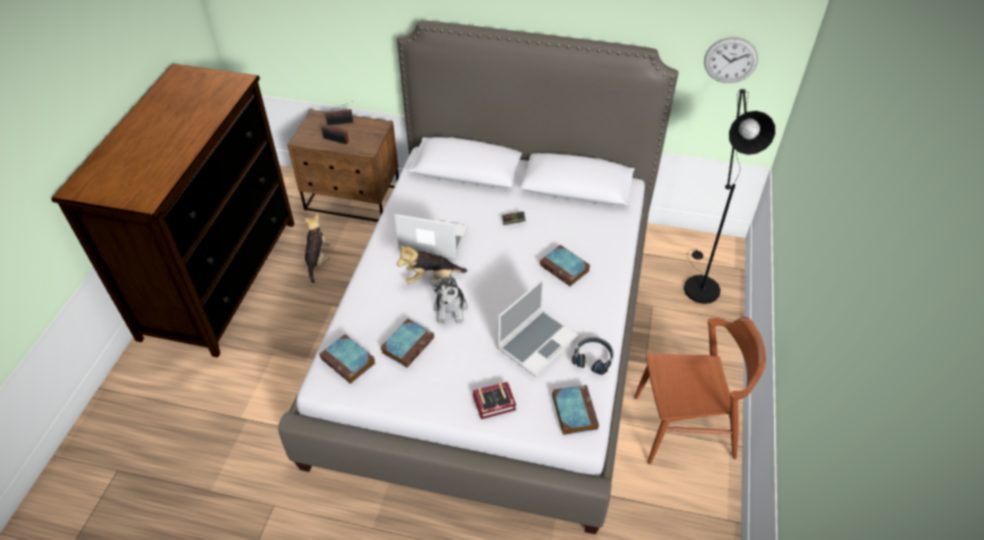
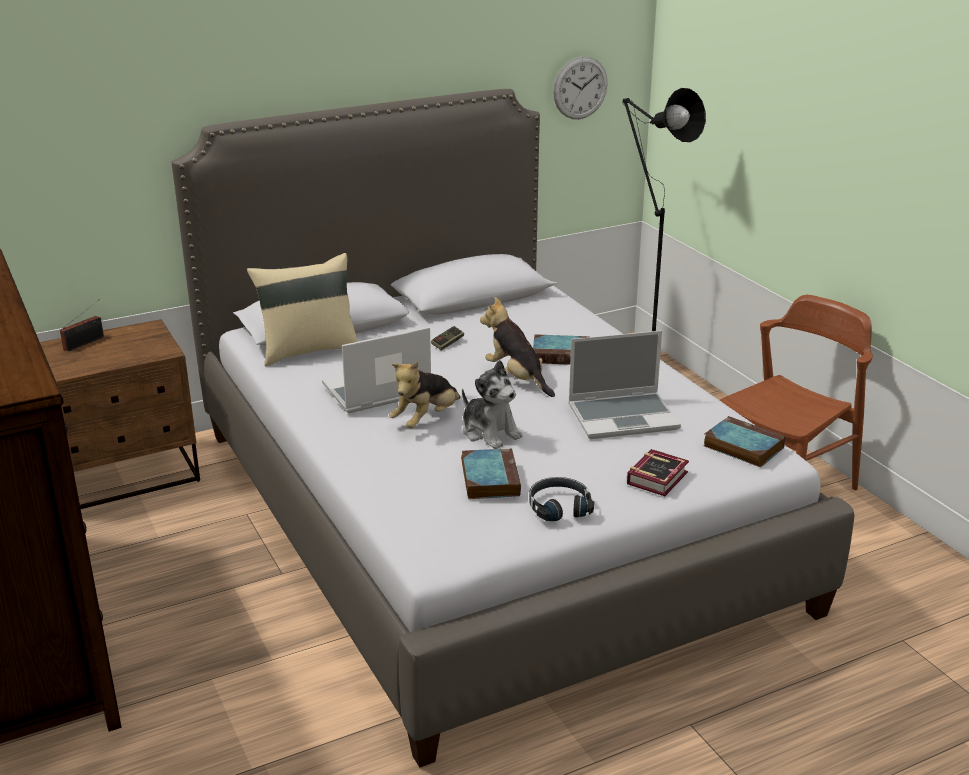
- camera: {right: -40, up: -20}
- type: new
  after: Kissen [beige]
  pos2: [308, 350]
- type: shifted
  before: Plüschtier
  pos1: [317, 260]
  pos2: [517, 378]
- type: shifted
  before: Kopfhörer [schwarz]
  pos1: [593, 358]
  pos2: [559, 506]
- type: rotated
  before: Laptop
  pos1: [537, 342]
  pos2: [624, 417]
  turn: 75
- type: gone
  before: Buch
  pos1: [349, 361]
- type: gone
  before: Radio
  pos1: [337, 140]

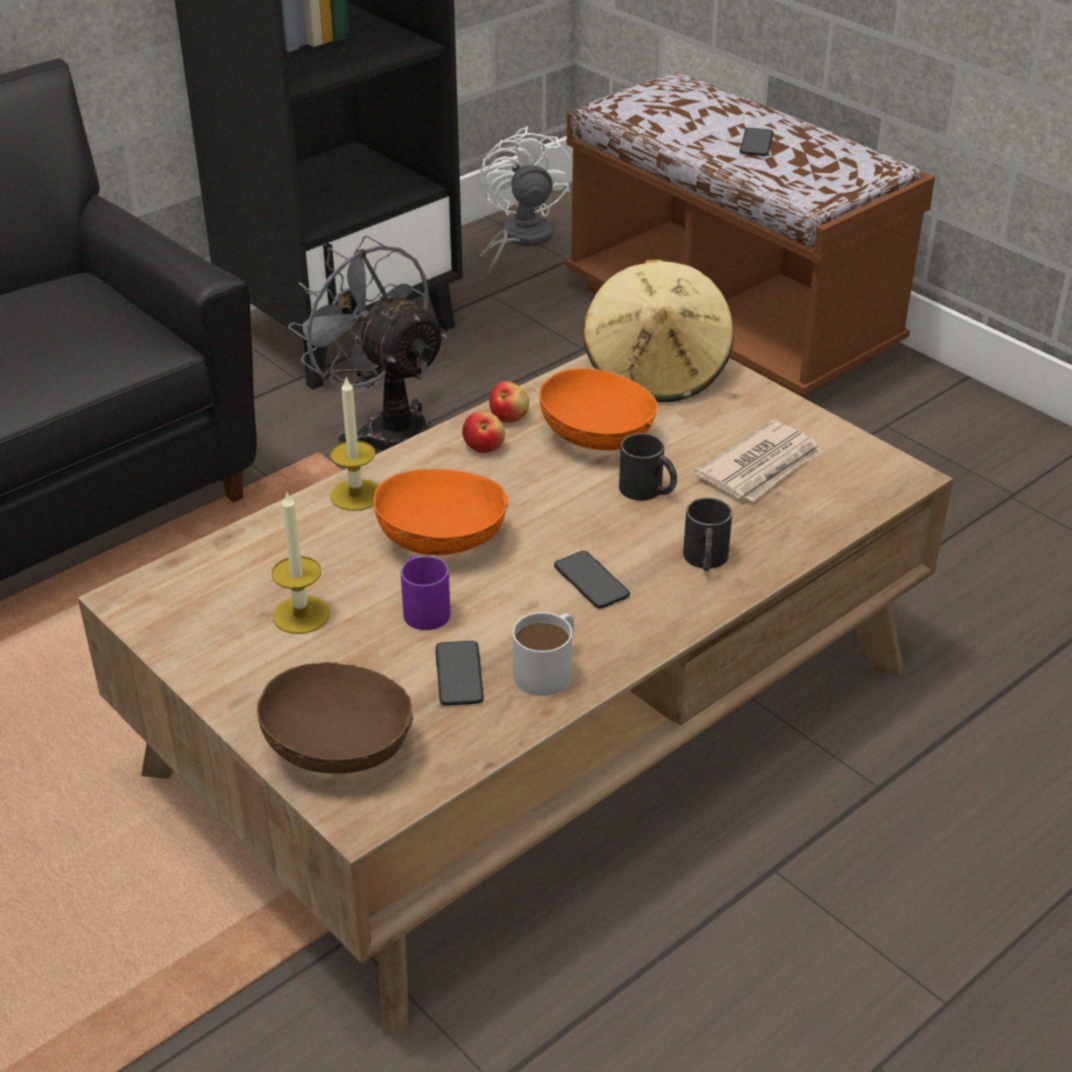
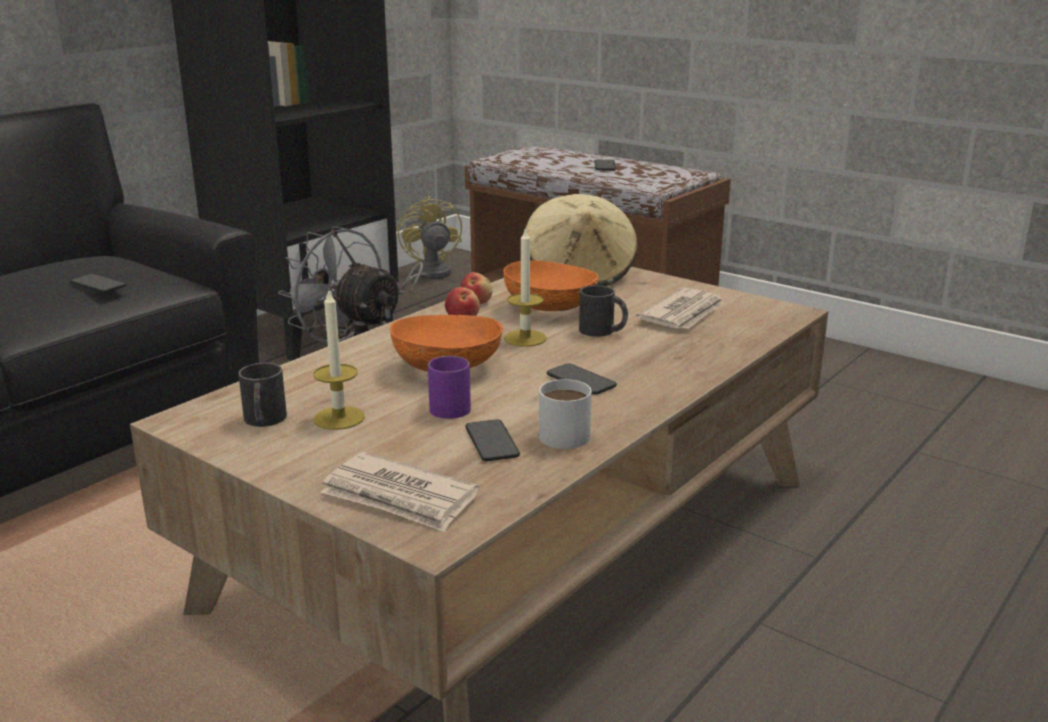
- camera: {right: -10, up: -15}
- type: new
  after: Handy
  pos2: [98, 284]
- type: shifted
  before: Henkelbecher [schwarz]
  pos1: [705, 560]
  pos2: [264, 421]
- type: swapped
  before: Schüssel [braun]
  after: Zeitung
  pos1: [340, 749]
  pos2: [399, 497]
- type: repainted
  before: Ventilator [weiß]
  after: Ventilator [gelb]
  pos1: [520, 239]
  pos2: [428, 276]
- type: shifted
  before: Kerze
  pos1: [356, 495]
  pos2: [525, 338]

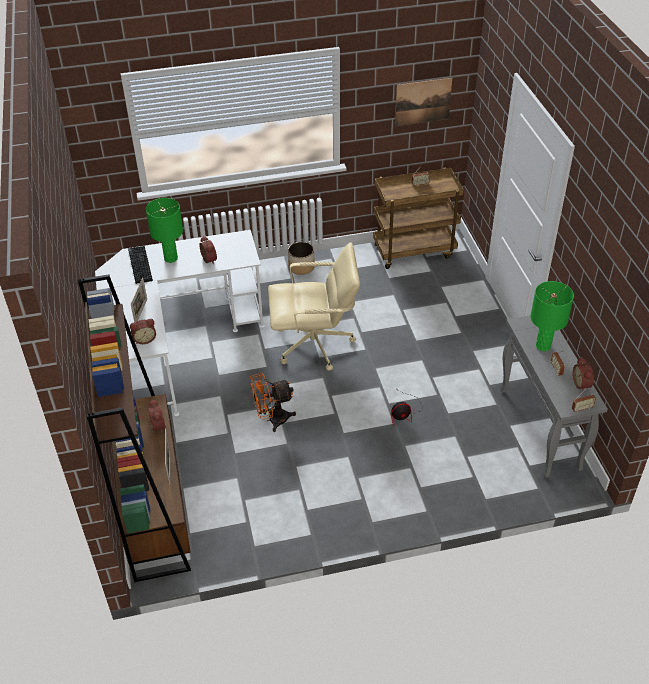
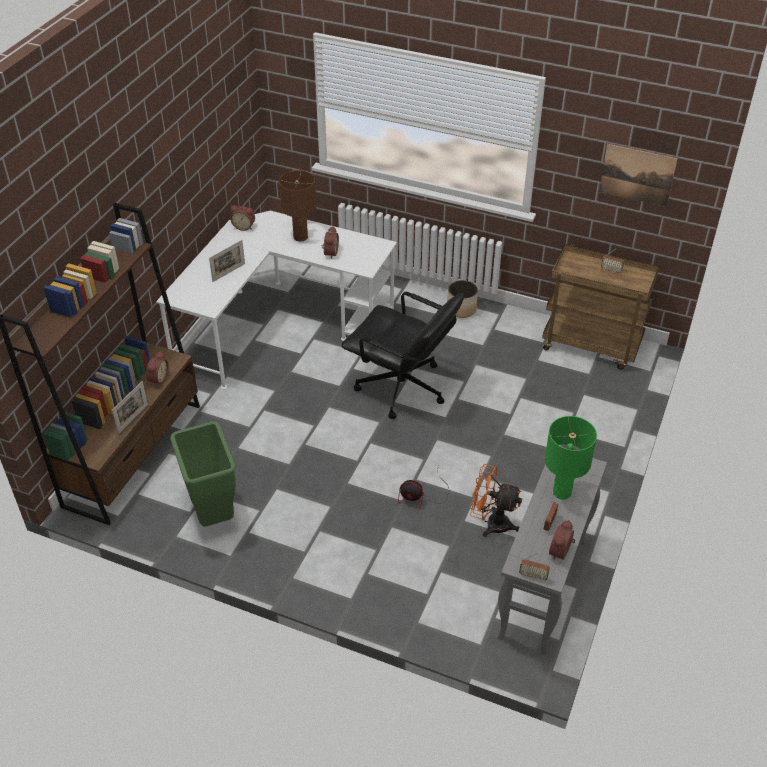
- camera: {right: 35, up: 0}
- type: new
  after: Mülleimer [grün]
  pos2: [213, 514]
- type: shifted
  before: Wecker
  pos1: [144, 339]
  pos2: [244, 226]
- type: repainted
  before: Tischlampe [grün]
  after: Tischlampe [braun]
  pos1: [171, 258]
  pos2: [301, 237]
- type: repainted
  before: Bürostuhl [beige]
  after: Bürostuhl [schwarz]
  pos1: [315, 345]
  pos2: [402, 388]
- type: shifted
  before: Ventilator [orange]
  pos1: [272, 420]
  pos2: [491, 523]
- type: gone
  before: Tastatur
  pos1: [139, 265]

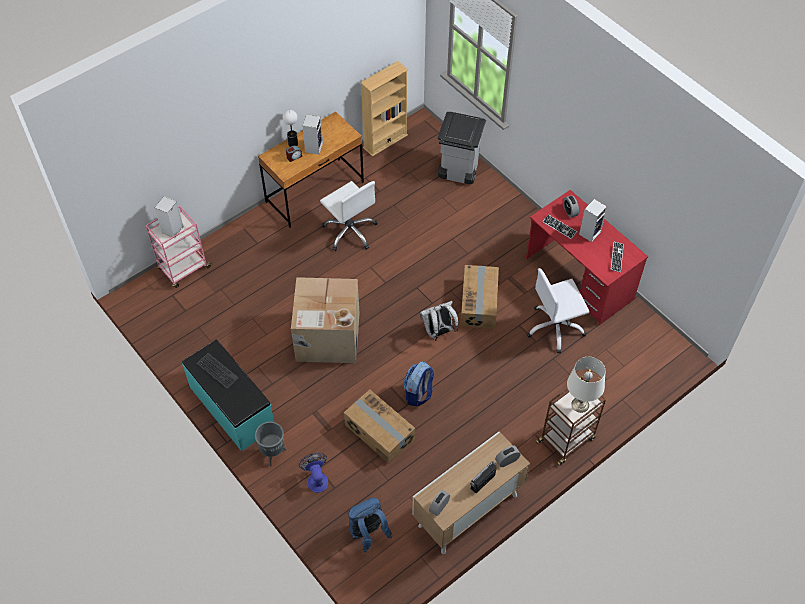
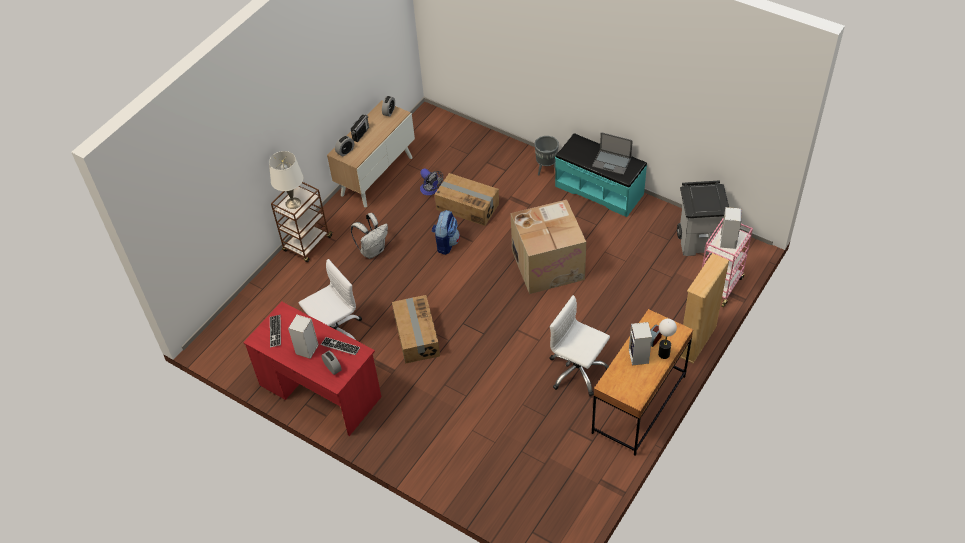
- camera: {right: 165, up: -5}
- type: shifted
  before: Rucksack [weiß]
  pos1: [438, 332]
  pos2: [373, 250]
- type: shifted
  before: Ventilator
  pos1: [316, 479]
  pos2: [430, 191]
- type: swapped
  before: Tastatur
  after: Laptop
  pos1: [217, 371]
  pos2: [612, 162]
- type: shifted
  before: Mülleimer [grau]
  pos1: [458, 172]
  pos2: [698, 242]
- type: shifted
  before: Bücherregal [beige]
  pos1: [385, 141]
  pos2: [697, 341]
- type: gone
  before: Rucksack [blau]
  pos1: [368, 533]

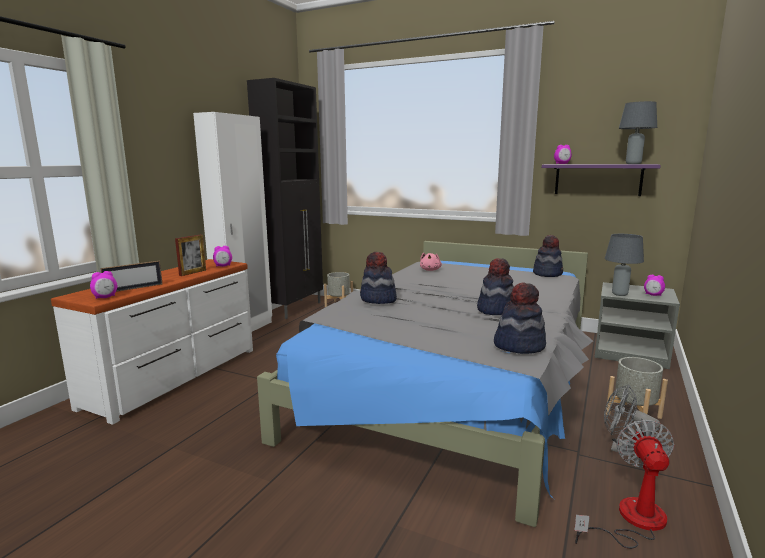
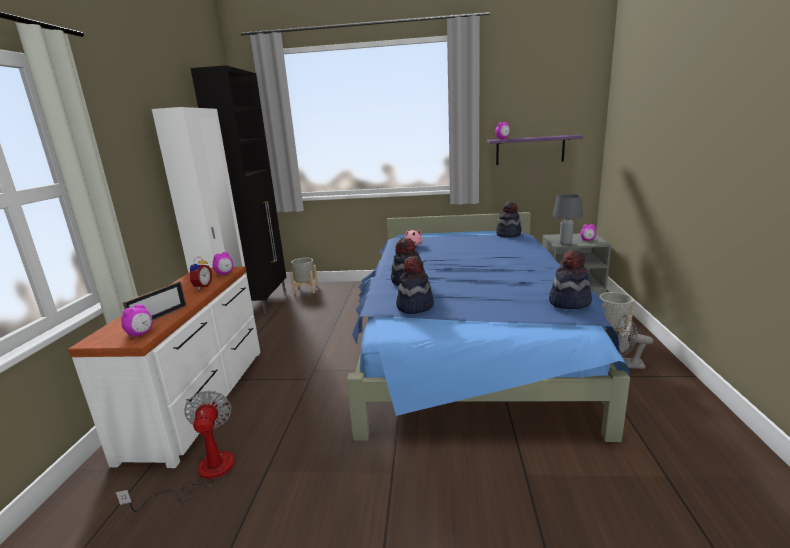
- camera: {right: -20, up: 5}
- type: shifted
  before: Ventilator
  pos1: [631, 521]
  pos2: [203, 474]
- type: swapped
  before: Bilderrahmen
  after: Wecker
  pos1: [193, 273]
  pos2: [201, 287]
- type: repainted
  before: Bett [grau]
  after: Bett [blau]
  pos1: [456, 380]
  pos2: [467, 338]
- type: shifted
  before: Hut
  pos1: [496, 310]
  pos2: [414, 306]
- type: gone
  before: Tischlampe [grau]
  pos1: [633, 164]

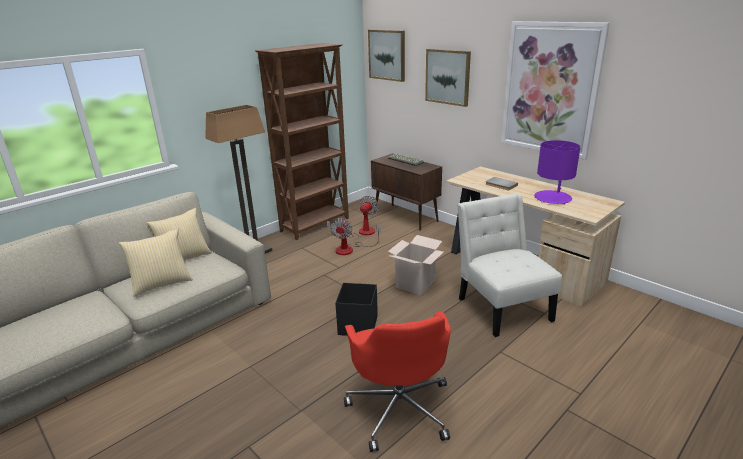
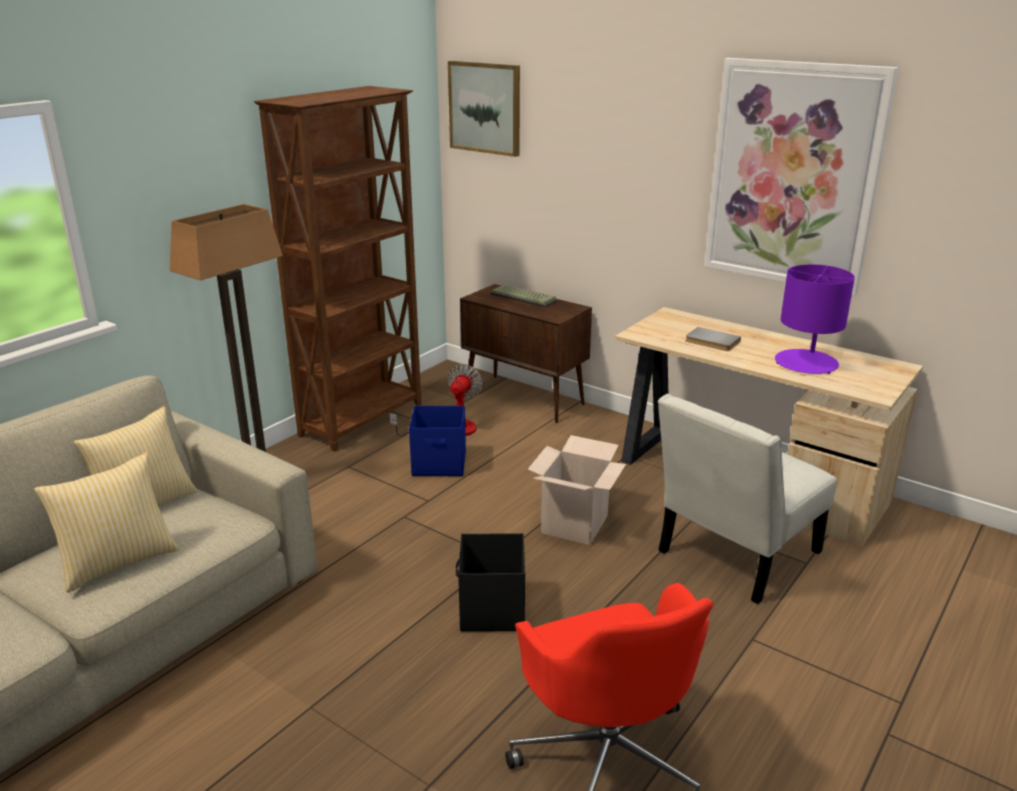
- camera: {right: -10, up: 0}
- type: swapped
  before: Ventilator
  after: Aufbewahrungsbox [blau]
  pos1: [350, 249]
  pos2: [440, 464]
- type: rotated
  before: Stuhl [weiß]
  pos1: [502, 306]
  pos2: [733, 556]
  turn: -105
- type: gone
  before: Bild
  pos1: [448, 77]

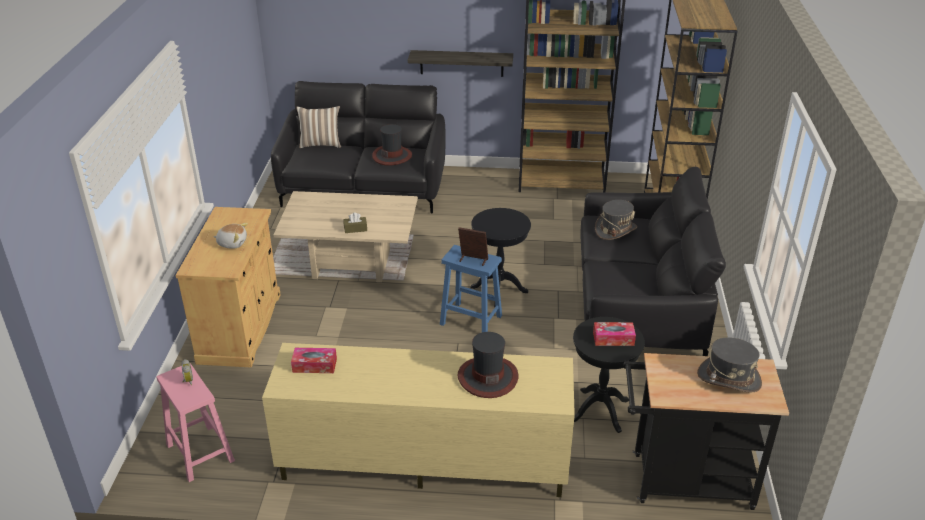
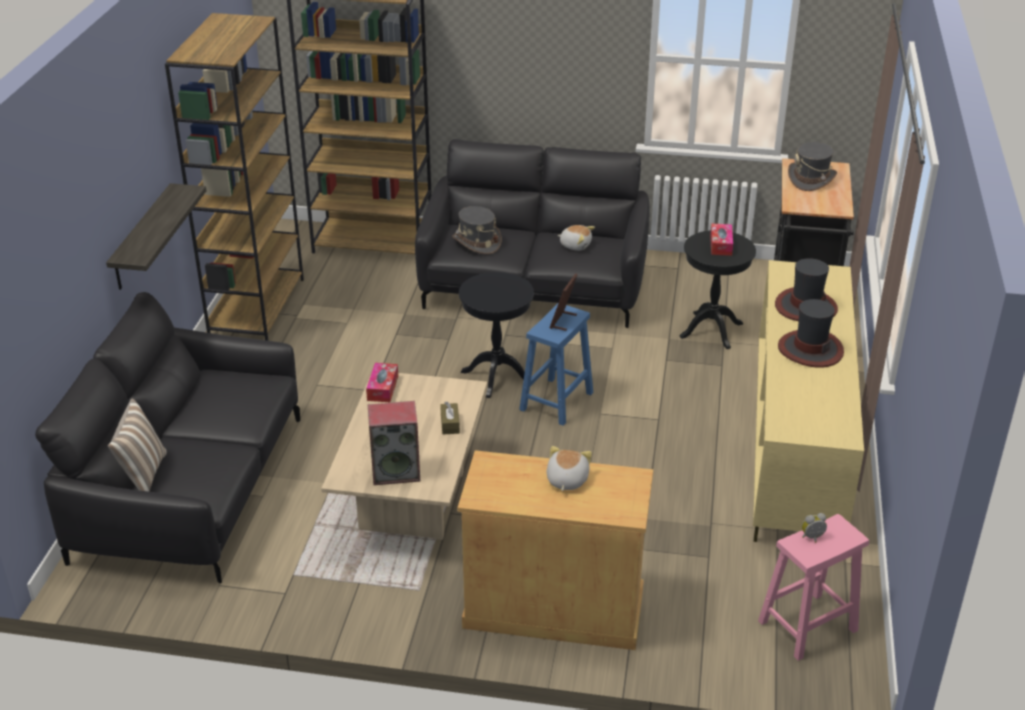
- camera: {right: -85, up: 0}
- type: shifted
  before: Taschentuchbox
  pos1: [314, 365]
  pos2: [382, 388]
- type: new
  after: Lautsprecher
  pos2: [396, 471]
- type: new
  after: Plüschtier
  pos2: [575, 245]
- type: shifted
  before: Hut
  pos1: [392, 156]
  pos2: [810, 349]

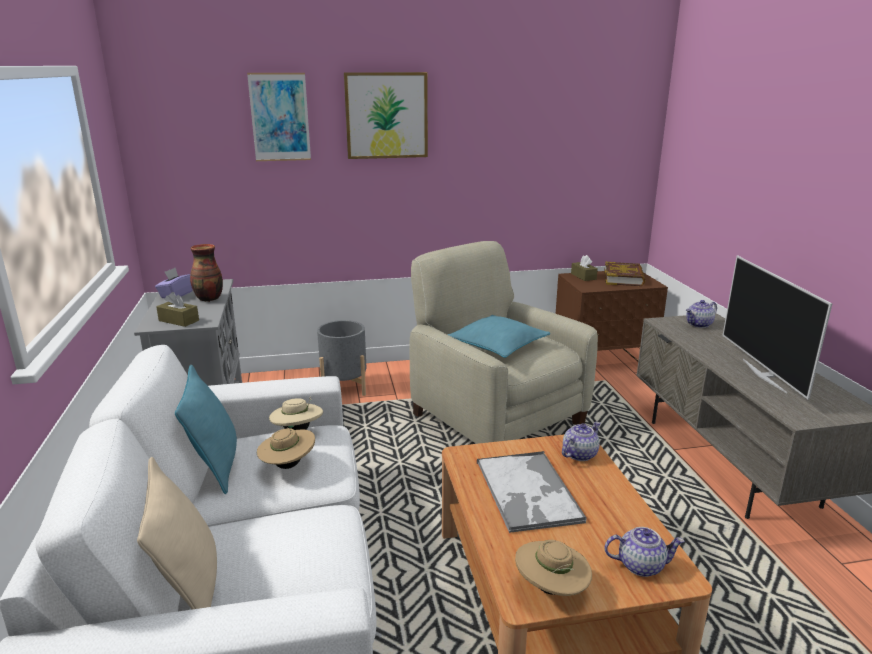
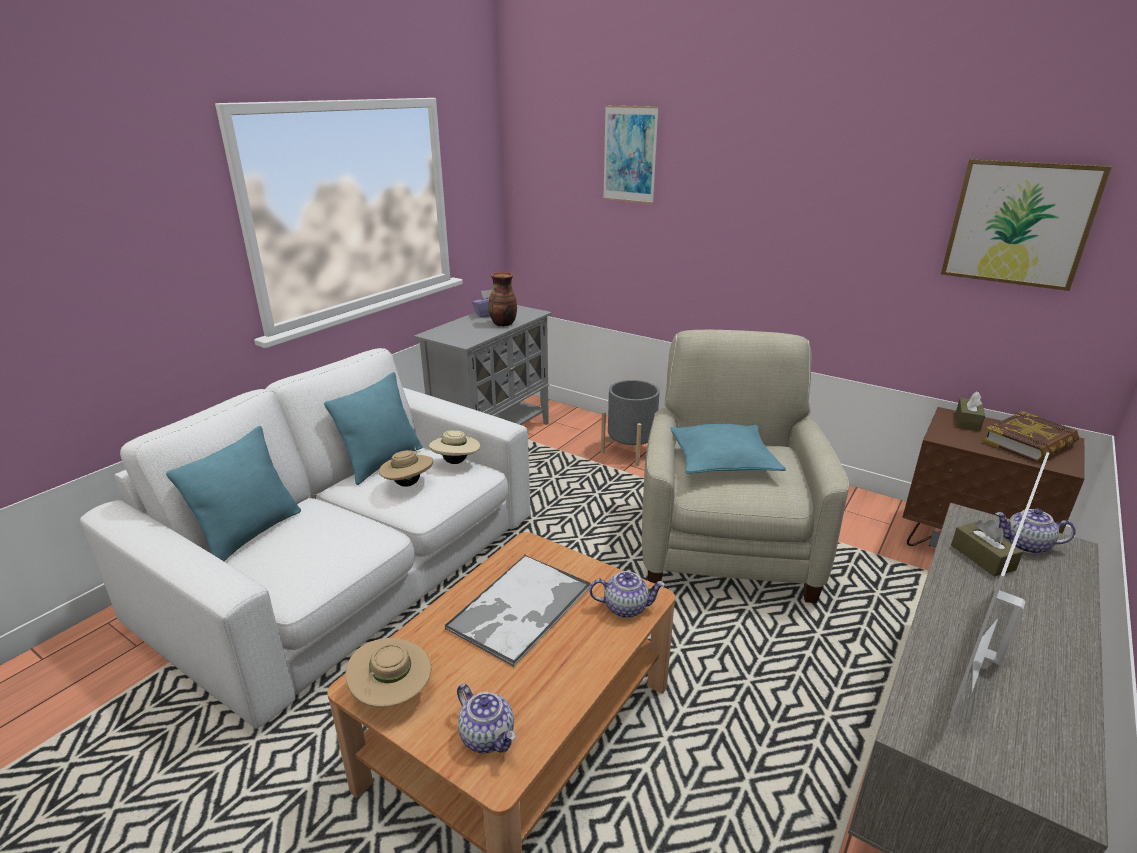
- camera: {right: 45, up: 5}
- type: repainted
  before: Kissen [beige]
  after: Kissen [türkis]
  pos1: [190, 589]
  pos2: [250, 534]
- type: shifted
  before: Bild
  pos1: [386, 115]
  pos2: [1019, 223]
- type: shifted
  before: Taschentuchbox [braun]
  pos1: [179, 320]
  pos2: [982, 557]

